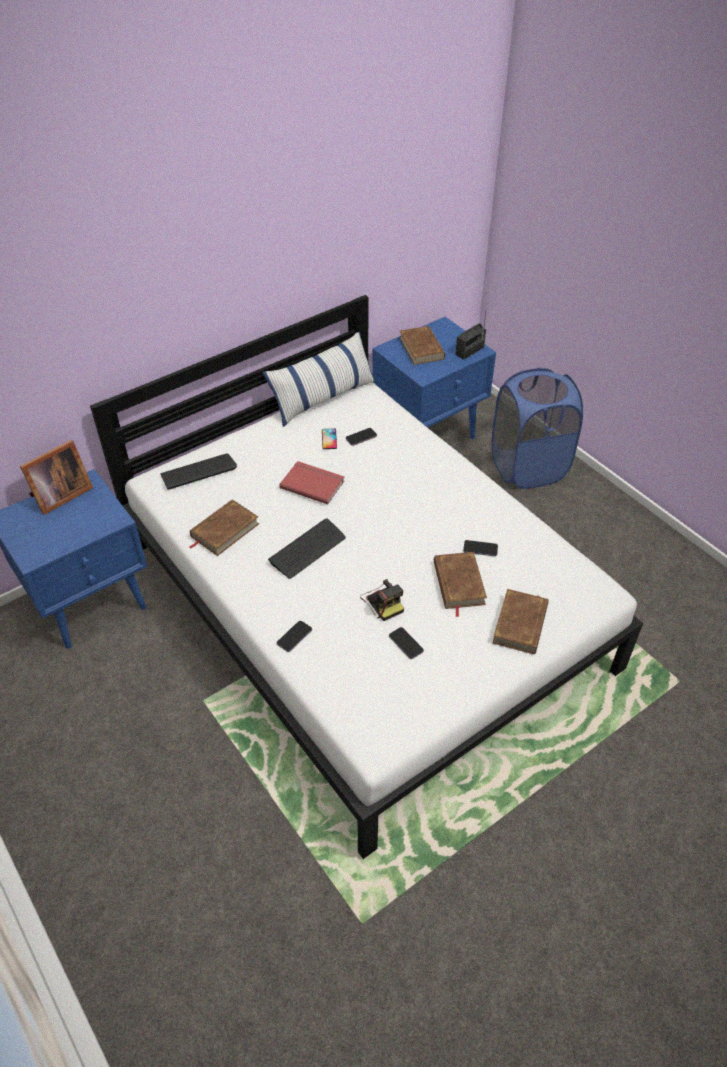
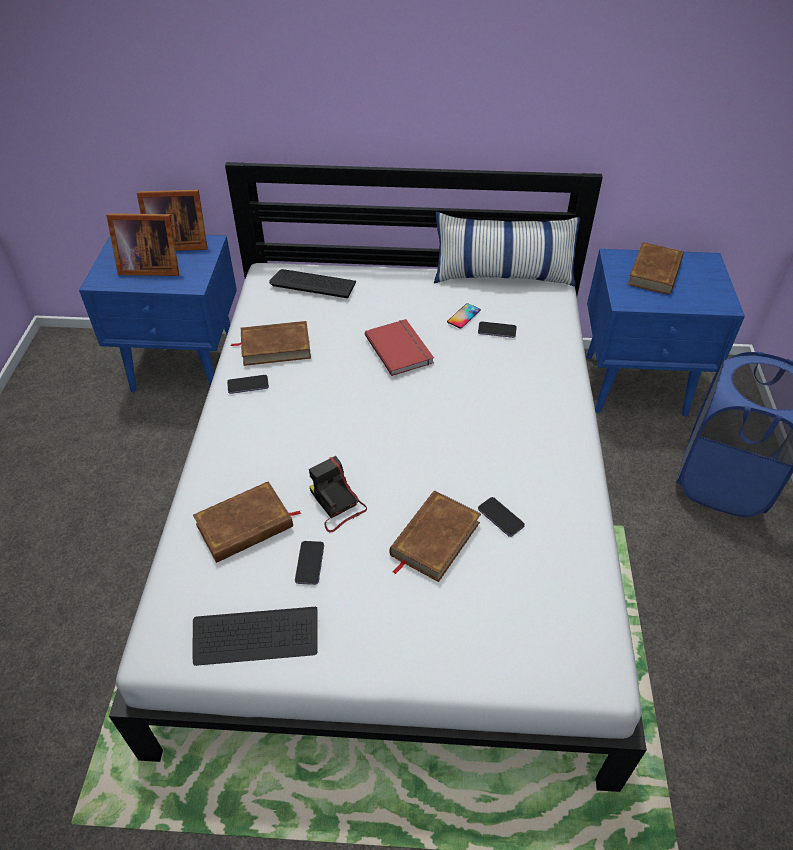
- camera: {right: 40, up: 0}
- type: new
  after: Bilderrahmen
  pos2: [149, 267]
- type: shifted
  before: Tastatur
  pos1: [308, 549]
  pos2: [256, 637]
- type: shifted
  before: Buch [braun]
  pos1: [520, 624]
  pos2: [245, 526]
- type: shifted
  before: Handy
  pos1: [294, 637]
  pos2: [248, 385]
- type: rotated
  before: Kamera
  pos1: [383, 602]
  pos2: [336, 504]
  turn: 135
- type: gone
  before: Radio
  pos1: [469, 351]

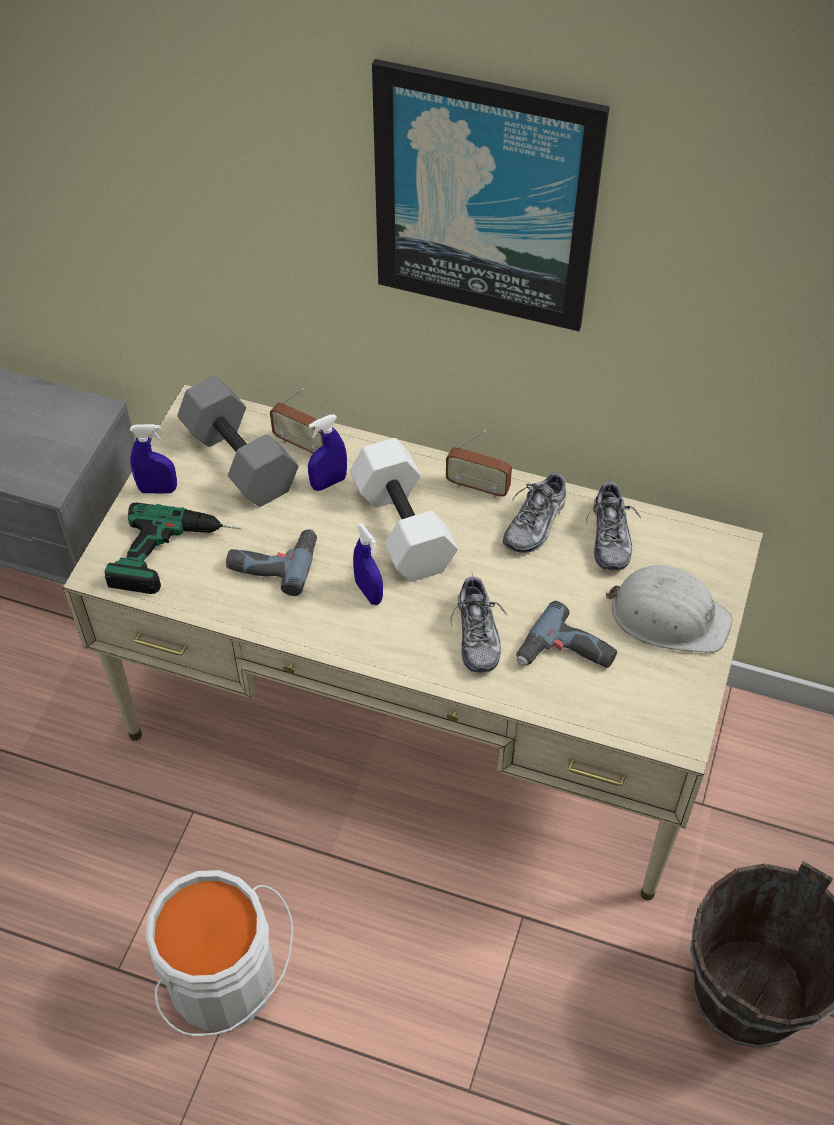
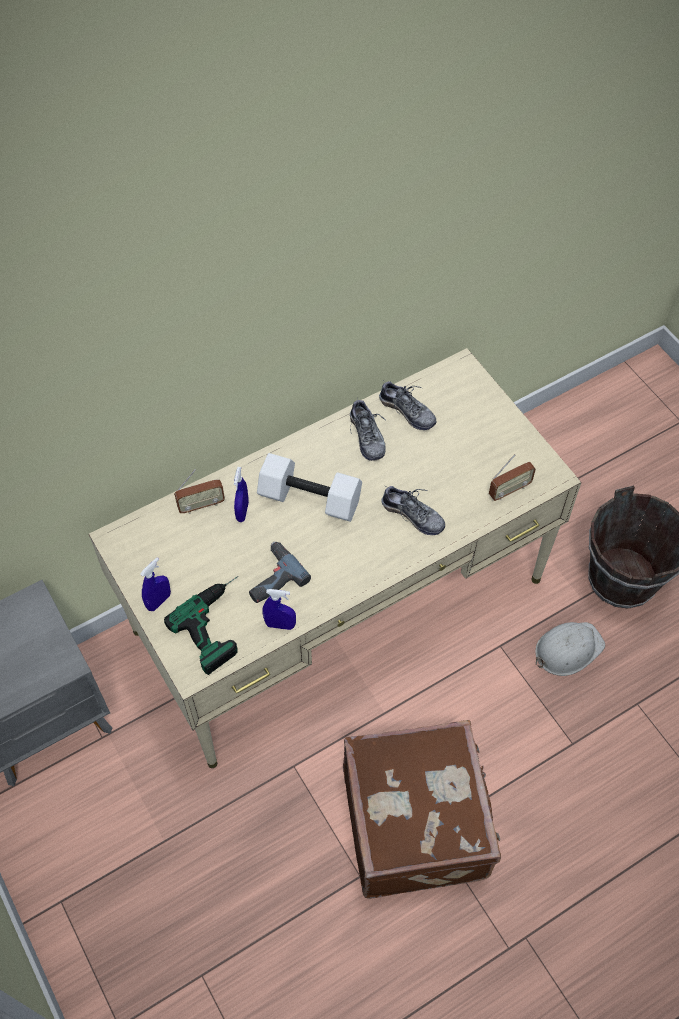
- camera: {right: -50, up: 5}
- type: shifted
  before: Sprühflasche [blau]
  pos1: [368, 592]
  pos2: [280, 625]
- type: swapped
  before: Eimer [weiß]
  after: Koffer [braun]
  pos1: [226, 984]
  pos2: [417, 822]
- type: shifted
  before: Radio
  pos1: [477, 487]
  pos2: [509, 490]
- type: shifted
  before: Schutzhelm [weiß]
  pos1: [668, 615]
  pos2: [567, 649]
- type: gone
  before: Hantel [grau]
  pos1: [242, 459]
- type: gone
  before: Bild
  pos1: [485, 198]
- type: gone
  before: Bohrmaschine
  pos1: [566, 656]

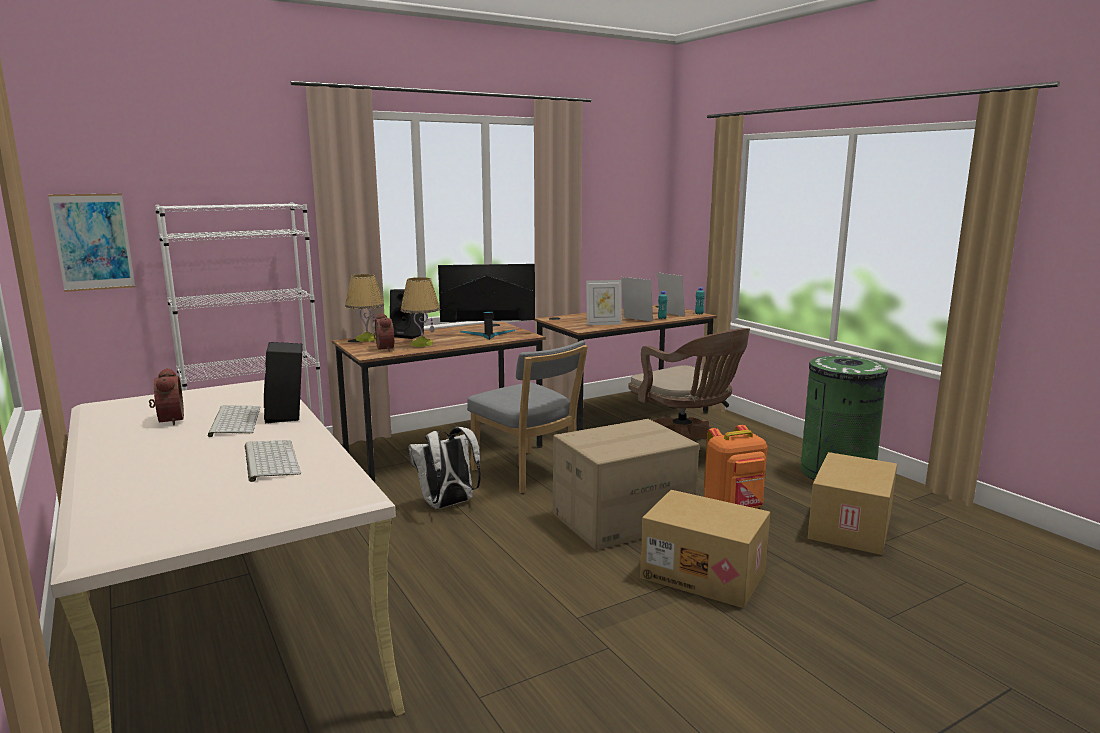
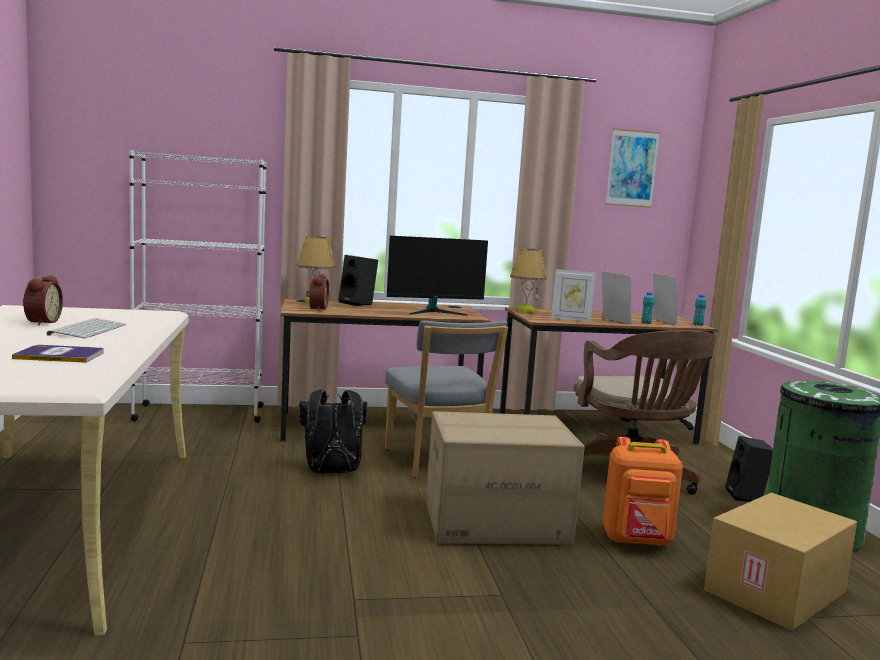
- camera: {right: 20, up: -5}
- type: swapped
  before: Tastatur
  after: Buch
  pos1: [269, 460]
  pos2: [60, 355]
- type: repainted
  before: Rucksack [weiß]
  after: Rucksack [schwarz]
  pos1: [447, 505]
  pos2: [331, 472]
- type: rotated
  before: Monitor
  pos1: [488, 334]
  pos2: [434, 312]
  turn: 150
- type: shifted
  before: Tischlampe
  pos1: [422, 344]
  pos2: [525, 310]
- type: shifted
  before: Bild
  pos1: [93, 242]
  pos2: [632, 168]
- type: shifted
  before: Lautsprecher [schwarz]
  pos1: [288, 416]
  pos2: [747, 496]
- type: gone
  before: Karton
  pos1: [704, 574]

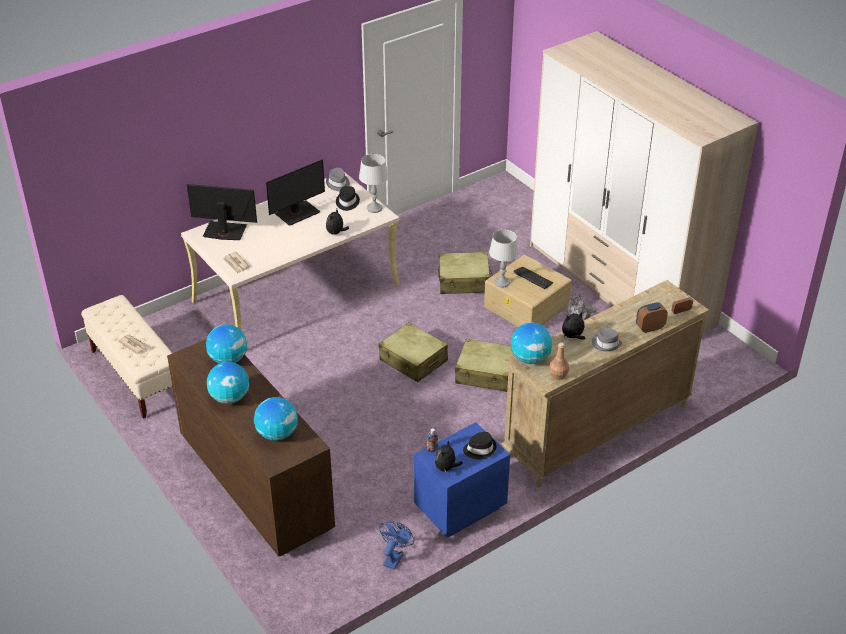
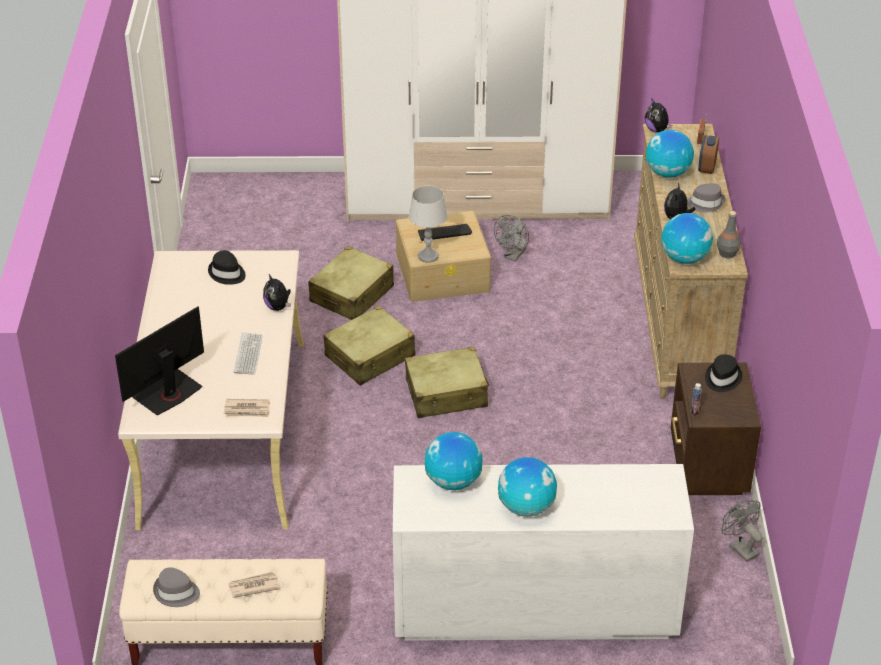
- camera: {right: -55, up: 0}
- type: shifted
  before: Hut [grau]
  pos1: [338, 184]
  pos2: [176, 593]
- type: new
  after: Tastatur
  pos2: [248, 354]
- type: shifted
  before: Koffer [beige]
  pos1: [486, 373]
  pos2: [370, 356]
- type: repainted
  before: Kommode [braun]
  after: Kommode [weiß]
  pos1: [256, 483]
  pos2: [533, 610]
- type: shifted
  before: Plüschtier
  pos1: [446, 468]
  pos2: [657, 130]
- type: shifted
  before: Globus
  pos1: [277, 434]
  pos2: [667, 173]
- type: repainted
  before: Nachttisch [blau]
  after: Nachttisch [braun]
  pos1: [458, 508]
  pos2: [707, 468]
- type: repainted
  before: Flasche [braun]
  after: Flasche [grau]
  pos1: [558, 375]
  pos2: [727, 253]
- type: repainted
  before: Ventilator [blau]
  after: Ventilator [grau]
  pos1: [394, 557]
  pos2: [740, 548]
- type: gone
  before: Monitor
  pos1: [297, 213]
- type: gone
  before: Tischlampe [grau]
  pos1: [374, 208]

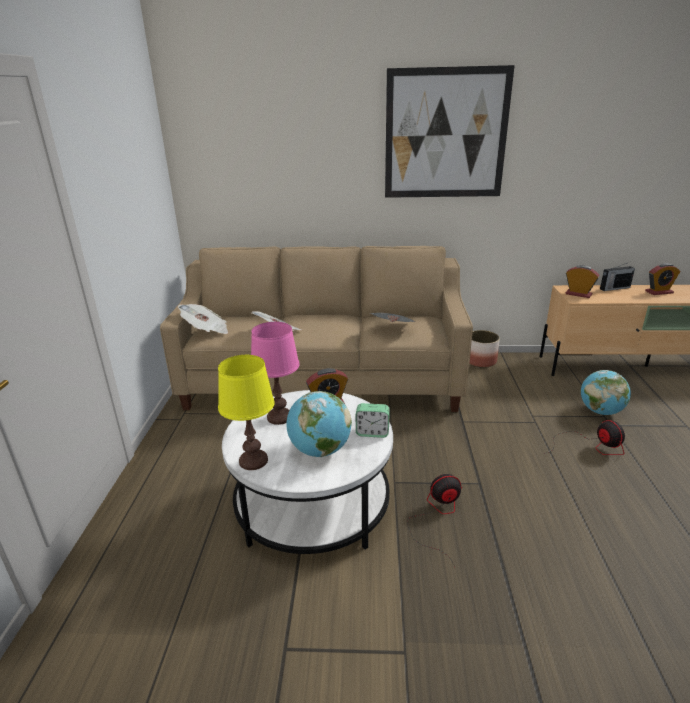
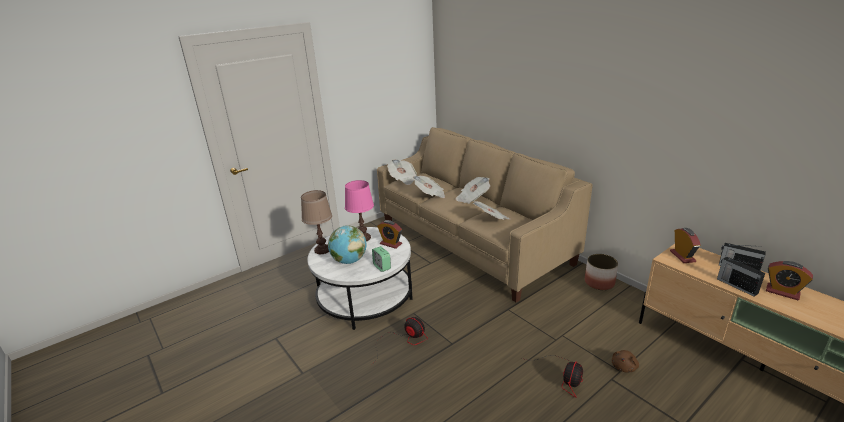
- camera: {right: 50, up: 0}
- type: repainted
  before: Tischlampe [gelb]
  after: Tischlampe [braun]
  pos1: [254, 460]
  pos2: [322, 250]
- type: new
  after: Zeitung
  pos2: [472, 198]
- type: swapped
  before: Globus
  after: Plüschtier [braun]
  pos1: [600, 411]
  pos2: [624, 366]
- type: new
  after: Radio
  pos2: [736, 285]
- type: gone
  before: Bild
  pos1: [445, 135]

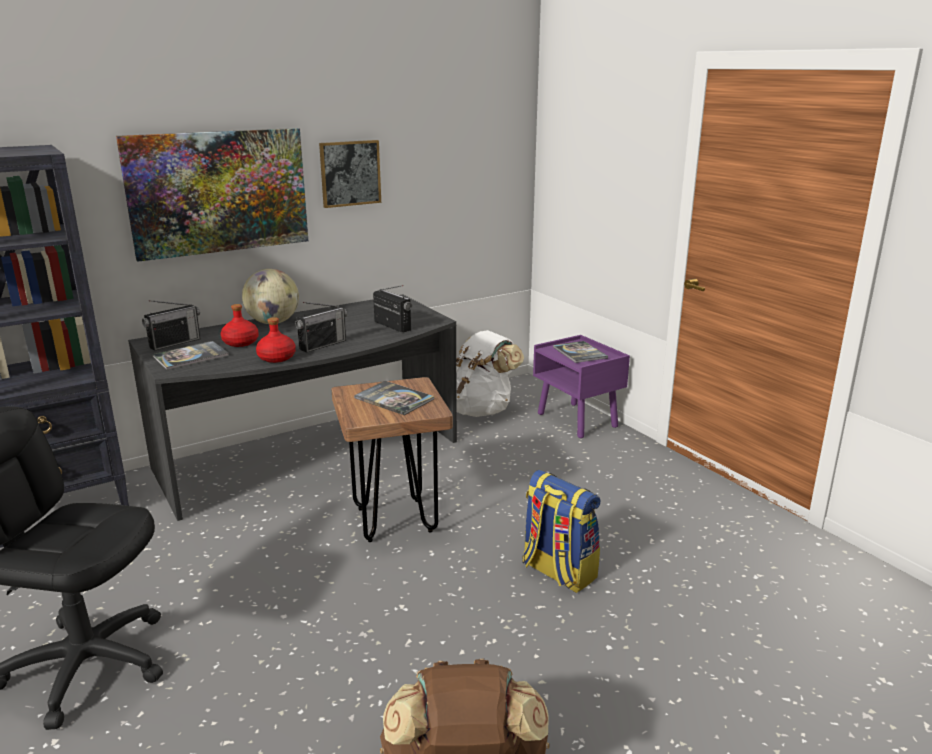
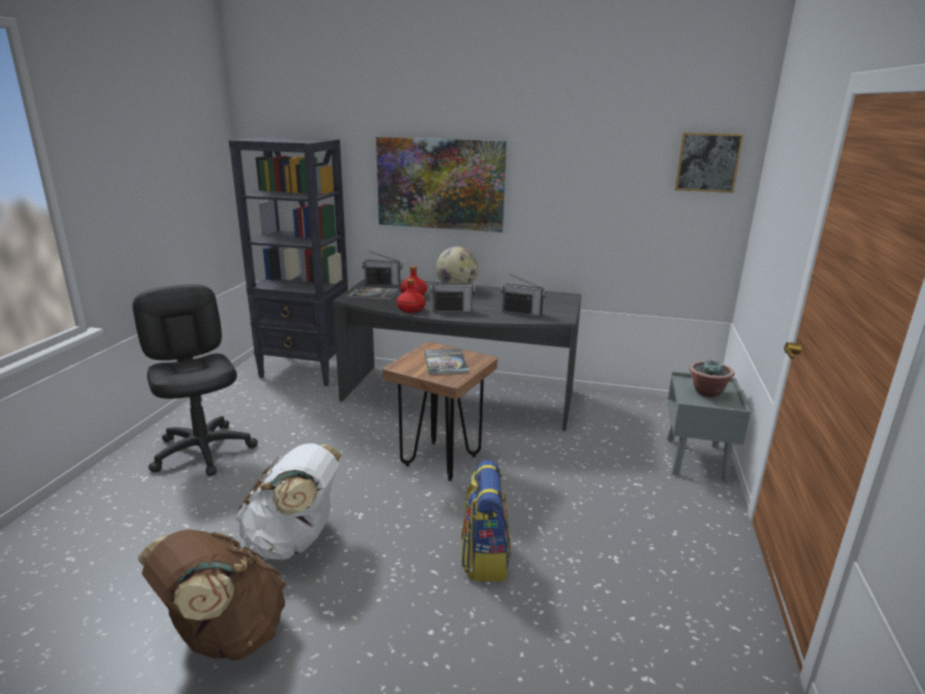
- camera: {right: 45, up: 0}
- type: shifted
  before: Rucksack [weiß]
  pos1: [480, 410]
  pos2: [294, 541]
- type: rotated
  before: Radio
  pos1: [392, 326]
  pos2: [522, 312]
  turn: 105
- type: repainted
  before: Nachttisch [lila]
  after: Nachttisch [grau]
  pos1: [578, 420]
  pos2: [696, 460]
- type: shifted
  before: Bild
  pos1: [350, 173]
  pos2: [708, 162]
- type: swapped
  before: Buch
  after: Topfpflanze
  pos1: [579, 353]
  pos2: [707, 392]

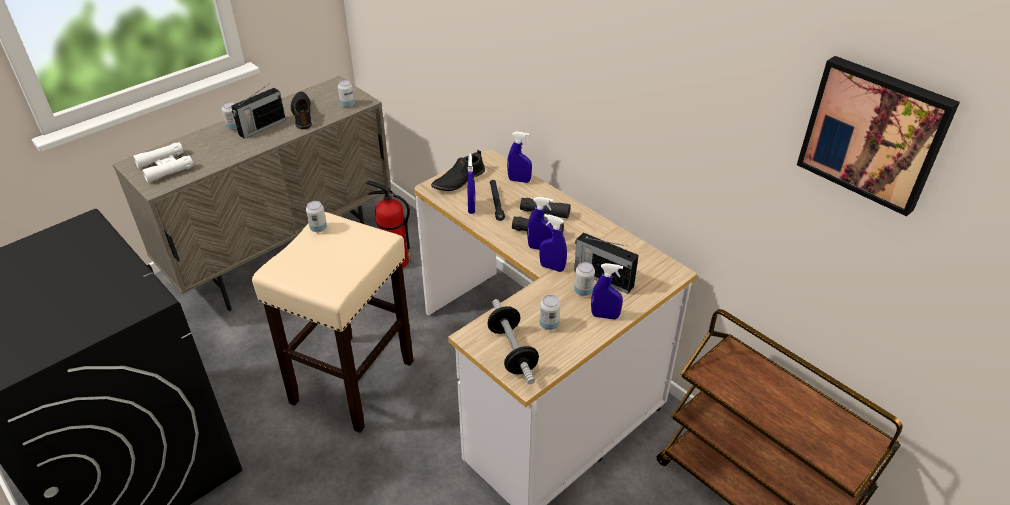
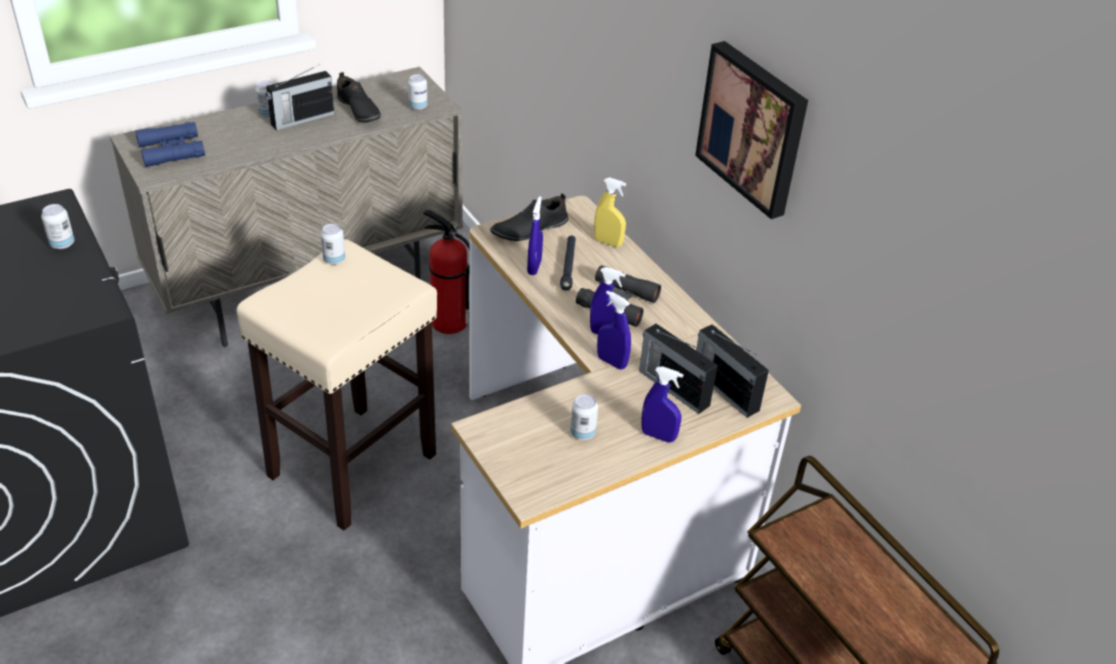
- camera: {right: 10, up: 0}
- type: shifted
  before: Dose
  pos1: [583, 291]
  pos2: [62, 244]
- type: repainted
  before: Fernglas [weiß]
  after: Fernglas [blau]
  pos1: [165, 167]
  pos2: [171, 151]
- type: rotated
  before: Schuh [schwarz]
  pos1: [303, 114]
  pos2: [358, 110]
  turn: 150
- type: repainted
  before: Sprühflasche [blau]
  after: Sprühflasche [gelb]
  pos1: [519, 180]
  pos2: [608, 242]
- type: shifted
  before: Bild
  pos1: [874, 133]
  pos2: [754, 128]
- type: new
  after: Radio
  pos2: [724, 389]
- type: gone
  before: Hantel
  pos1: [512, 351]

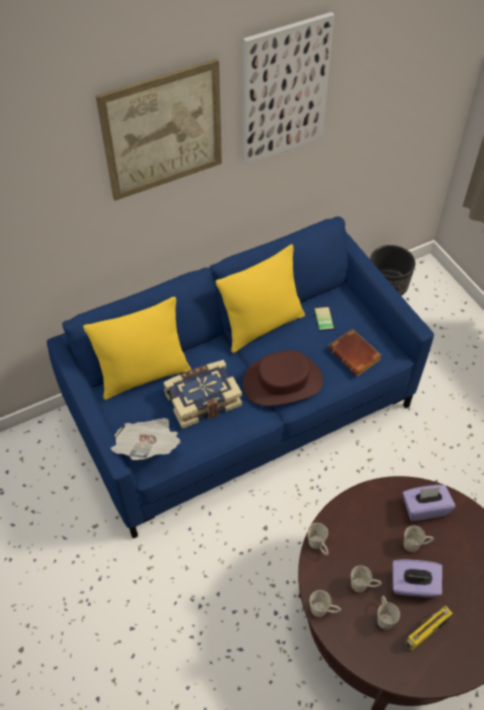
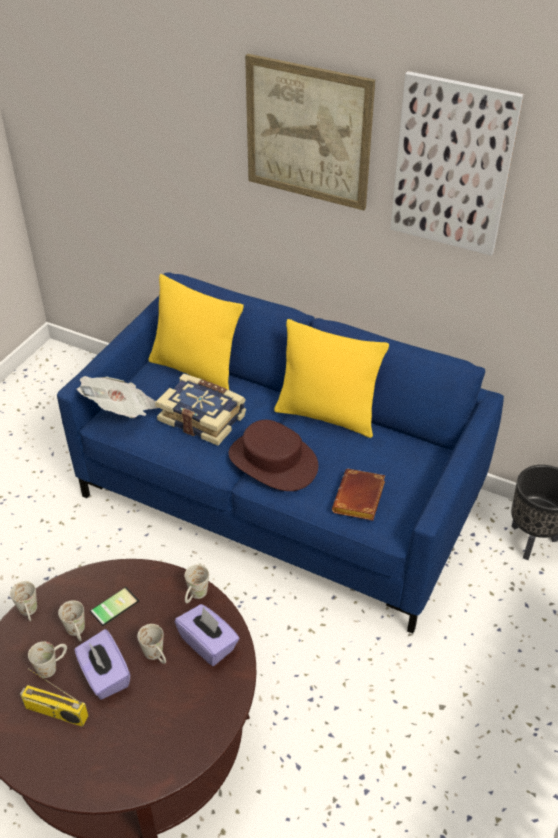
- camera: {right: 55, up: -10}
- type: shifted
  before: Handy
  pos1: [322, 318]
  pos2: [113, 604]
- type: shifted
  before: Henkelbecher [weiß]
  pos1: [319, 546]
  pos2: [195, 596]

